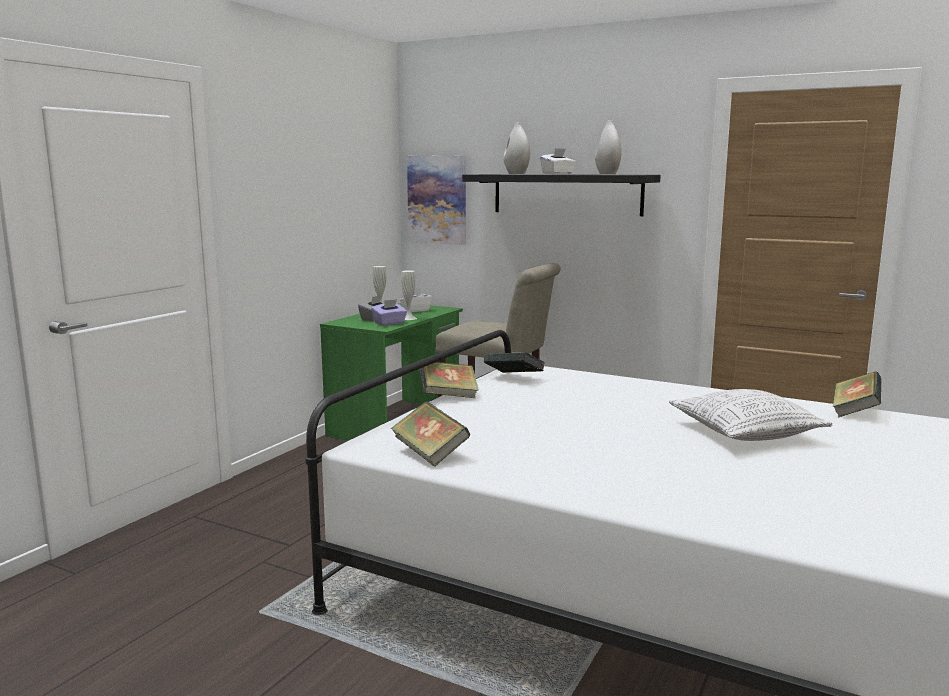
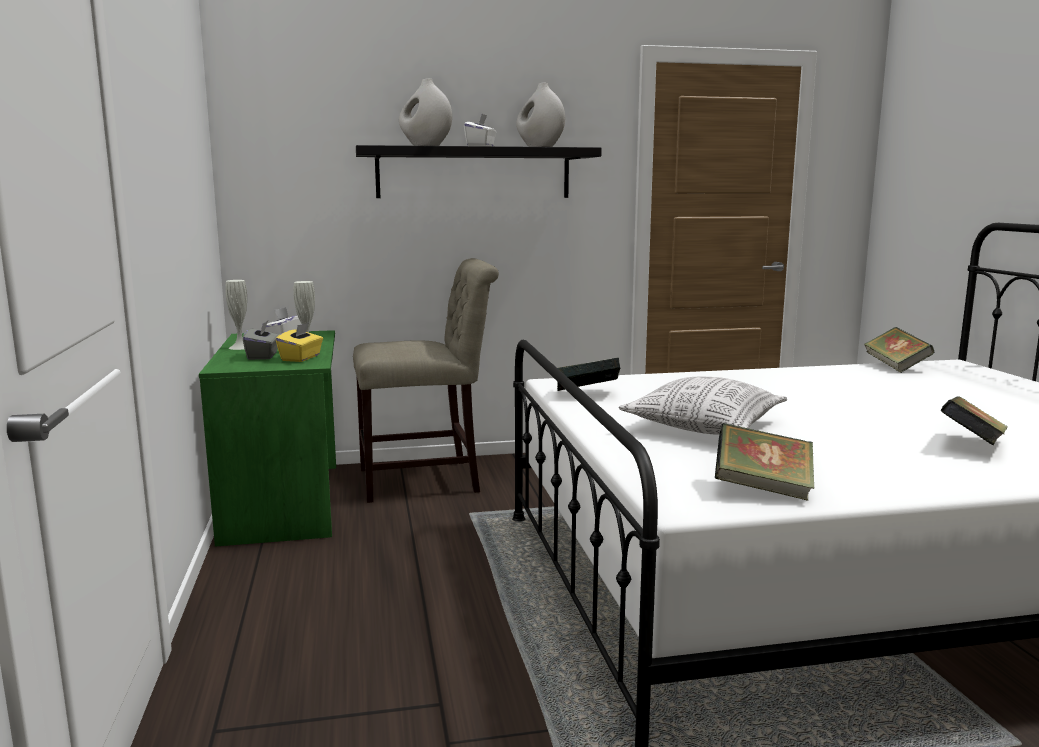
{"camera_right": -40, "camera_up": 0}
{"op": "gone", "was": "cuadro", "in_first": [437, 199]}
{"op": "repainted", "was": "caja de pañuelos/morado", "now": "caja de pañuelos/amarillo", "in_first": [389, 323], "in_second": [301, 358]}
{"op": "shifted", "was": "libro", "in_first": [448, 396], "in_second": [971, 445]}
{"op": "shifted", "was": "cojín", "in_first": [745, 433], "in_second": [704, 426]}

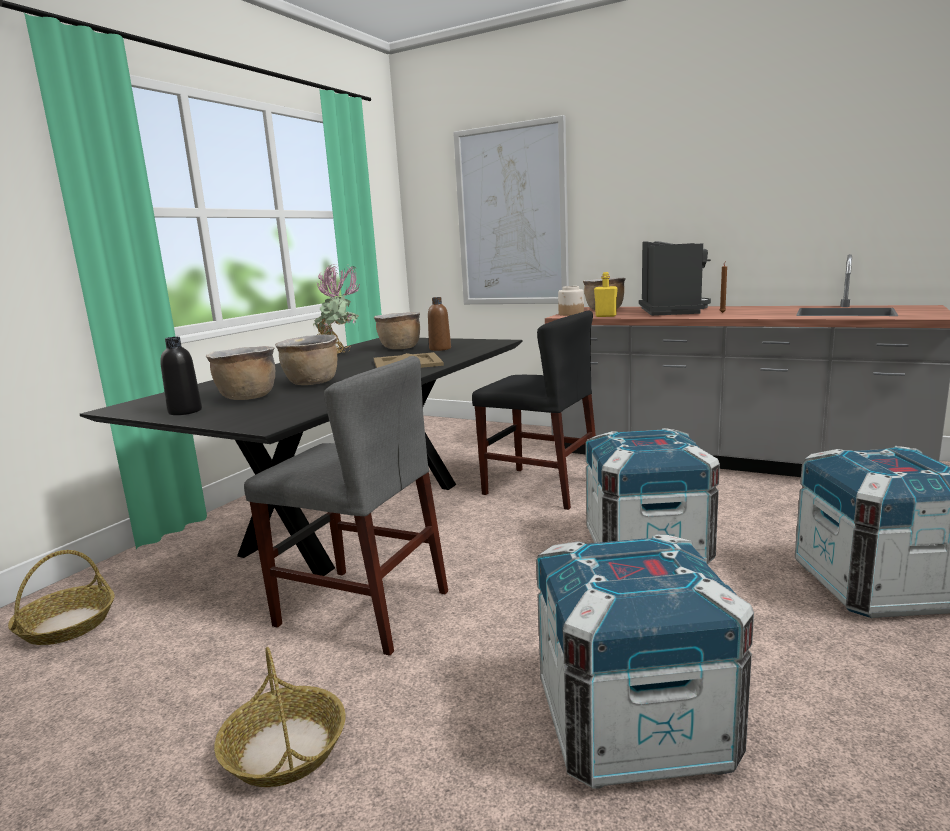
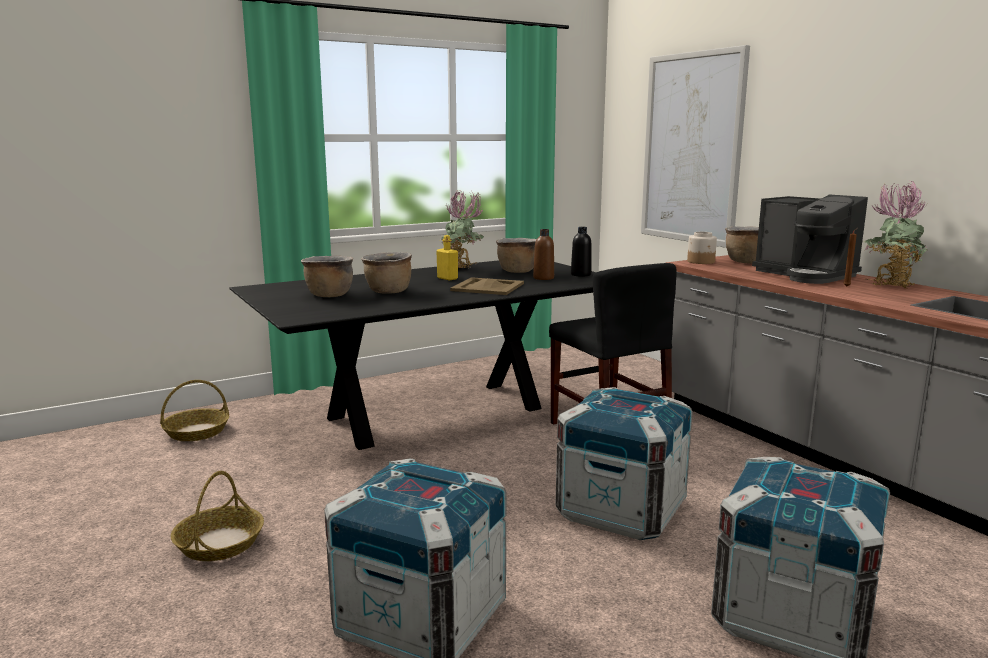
{"camera_right": 30, "camera_up": 0}
{"op": "rotated", "was": "cafetera", "in_first": [672, 311], "in_second": [805, 275], "clockwise": 105}
{"op": "shifted", "was": "botella/amarillo", "in_first": [605, 316], "in_second": [447, 278]}
{"op": "shifted", "was": "botella/negro", "in_first": [185, 411], "in_second": [581, 274]}
{"op": "gone", "was": "silla/gris", "in_first": [362, 608]}
{"op": "new", "now": "planta en maceta", "in_second": [889, 285]}

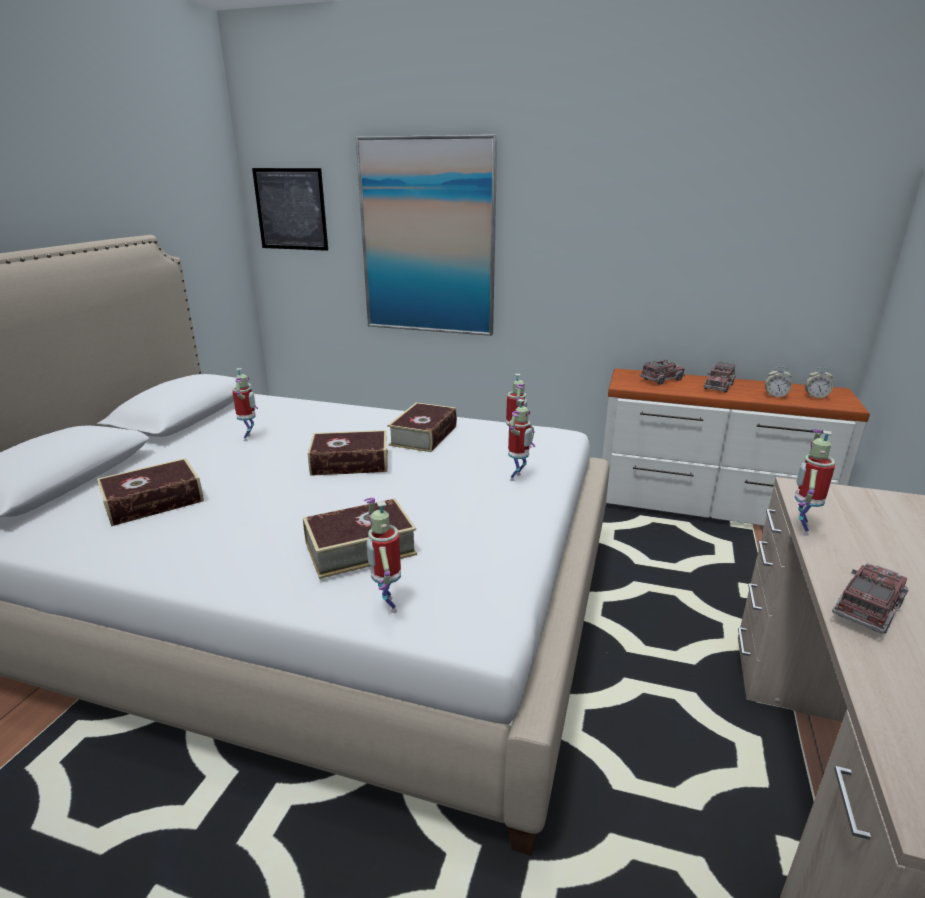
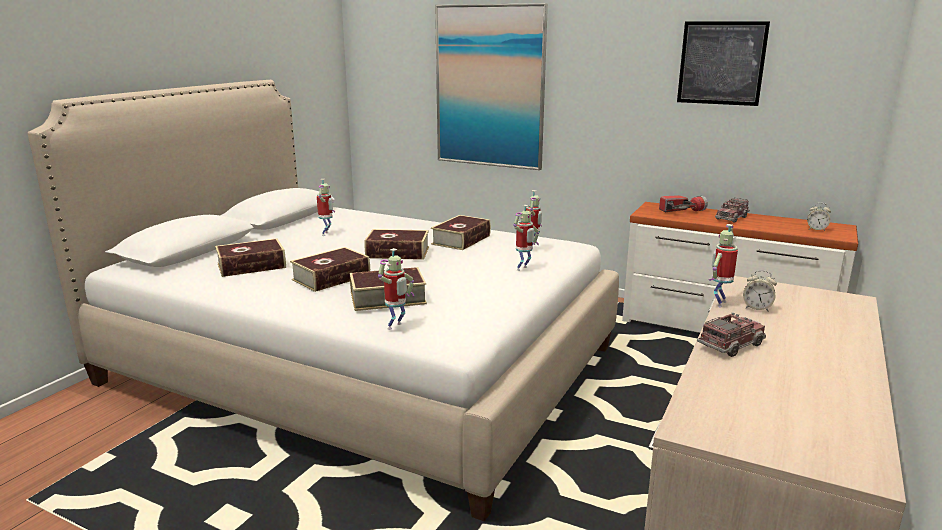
{"camera_right": 10, "camera_up": -5}
{"op": "shifted", "was": "cuadro", "in_first": [291, 209], "in_second": [721, 63]}
{"op": "swapped", "was": "camión de juguete", "now": "linterna", "in_first": [661, 379], "in_second": [682, 211]}
{"op": "shifted", "was": "despertador", "in_first": [775, 396], "in_second": [757, 308]}
{"op": "rotated", "was": "robot de juguete", "in_first": [387, 605], "in_second": [396, 327], "clockwise": -135}
{"op": "new", "now": "libro", "in_second": [331, 278]}

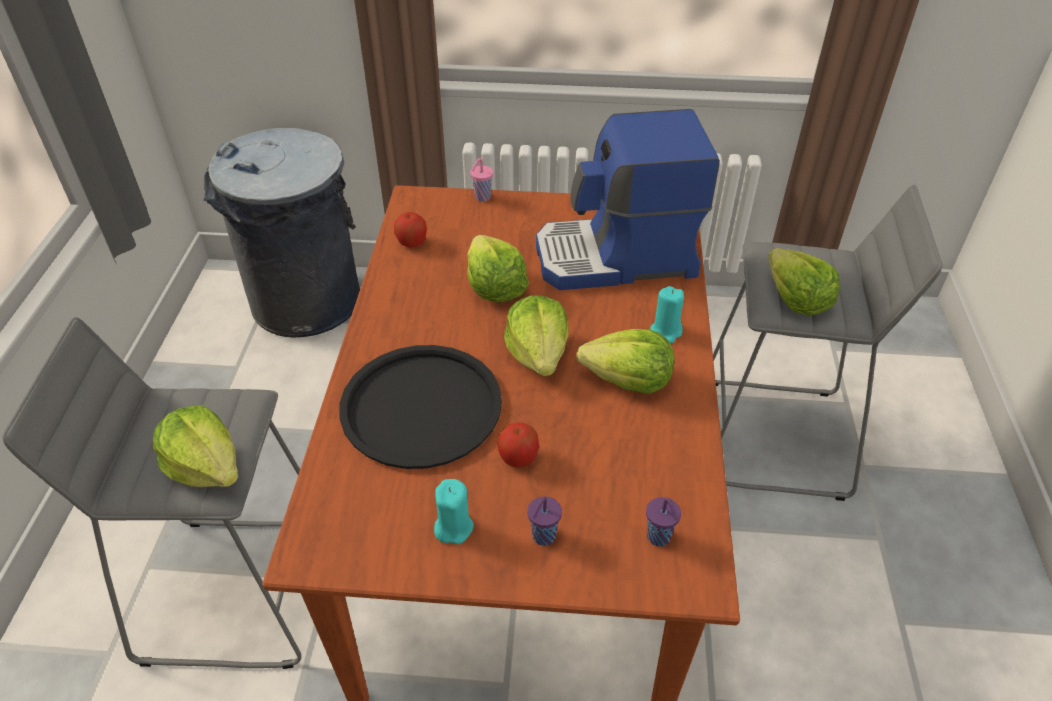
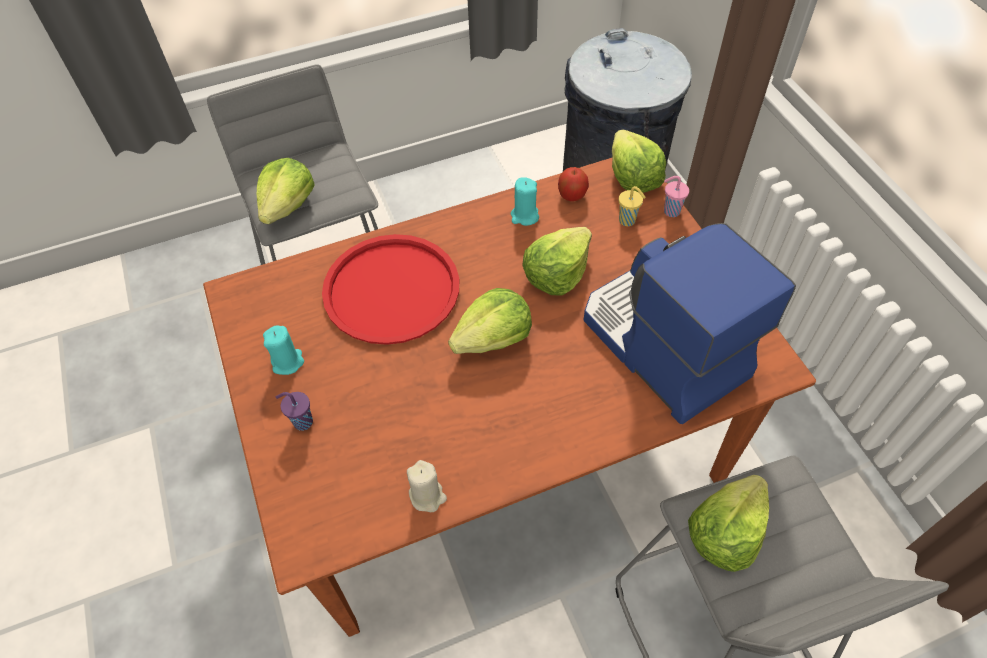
{"camera_right": 65, "camera_up": 10}
{"op": "shifted", "was": "vela/turquesa", "in_first": [666, 331], "in_second": [524, 216]}
{"op": "shifted", "was": "lechuga", "in_first": [628, 380], "in_second": [633, 177]}
{"op": "repainted", "was": "bandeja/negro", "now": "bandeja/rojo", "in_first": [421, 406], "in_second": [392, 290]}
{"op": "gone", "was": "manzana", "in_first": [518, 458]}
{"op": "gone", "was": "taza/morado", "in_first": [659, 538]}
{"op": "new", "now": "taza/amarillo", "in_second": [628, 221]}
{"op": "new", "now": "vela/beis", "in_second": [427, 496]}

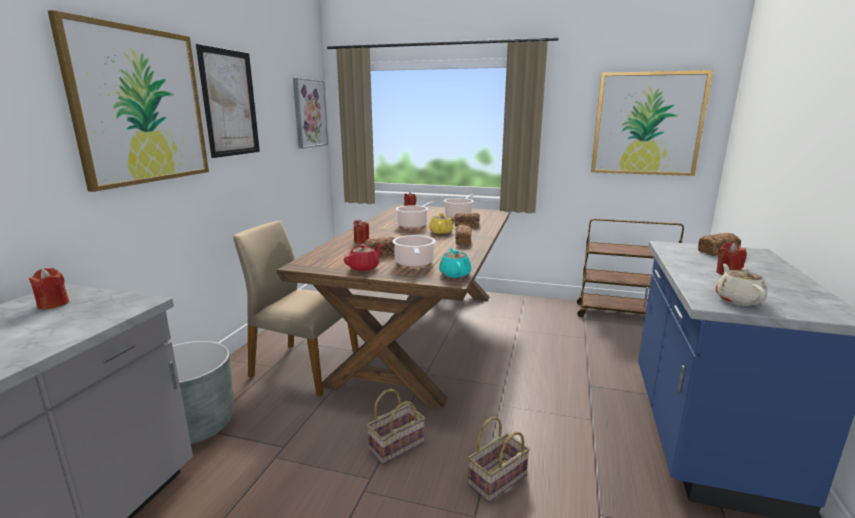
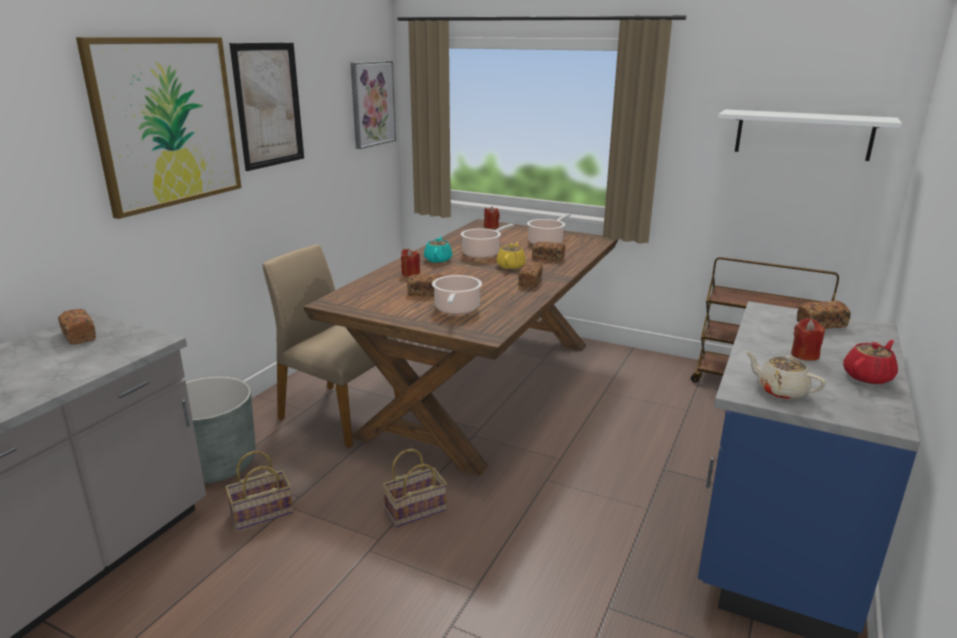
{"camera_right": 10, "camera_up": 5}
{"op": "swapped", "was": "cuadro", "now": "estante/blanco", "in_first": [647, 124], "in_second": [803, 134]}
{"op": "shifted", "was": "tetera/rojo", "in_first": [364, 268], "in_second": [868, 376]}
{"op": "shifted", "was": "tetera/turquesa", "in_first": [455, 274], "in_second": [438, 259]}
{"op": "rotated", "was": "tetera/beis", "in_first": [738, 300], "in_second": [780, 391], "clockwise": -60}
{"op": "swapped", "was": "vela/rojo", "now": "pan", "in_first": [53, 304], "in_second": [79, 336]}
{"op": "shifted", "was": "cesta", "in_first": [497, 481], "in_second": [260, 514]}

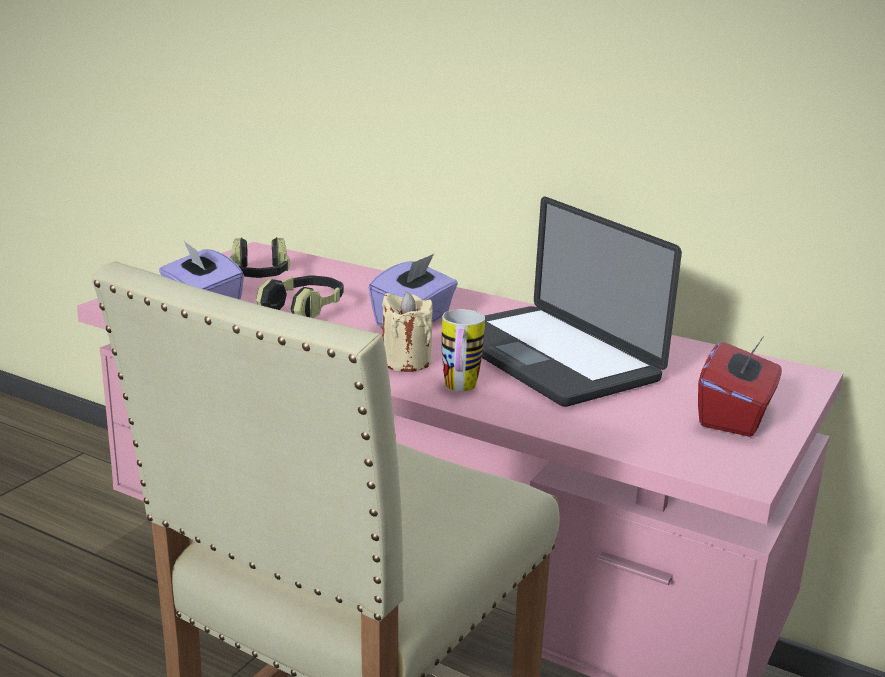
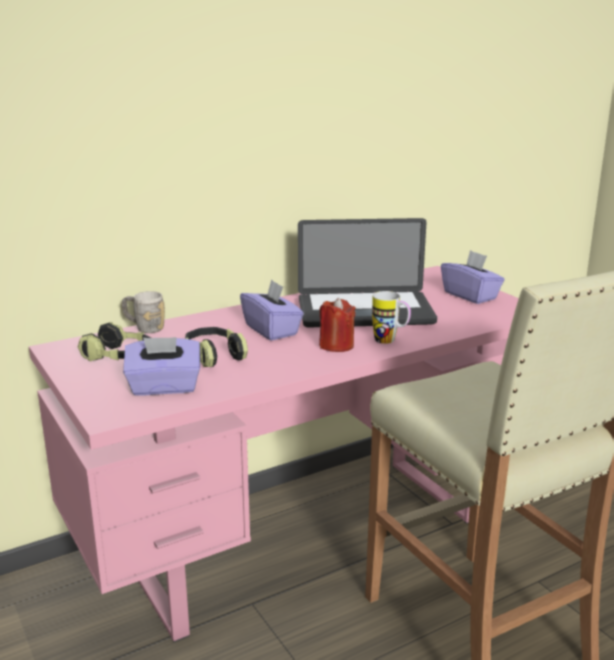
{"camera_right": -60, "camera_up": 0}
{"op": "repainted", "was": "vela/beis", "now": "vela/rojo", "in_first": [406, 361], "in_second": [336, 345]}
{"op": "repainted", "was": "caja de pañuelos/rojo", "now": "caja de pañuelos/morado", "in_first": [735, 416], "in_second": [470, 296]}
{"op": "new", "now": "taza grande/gris", "in_second": [144, 328]}

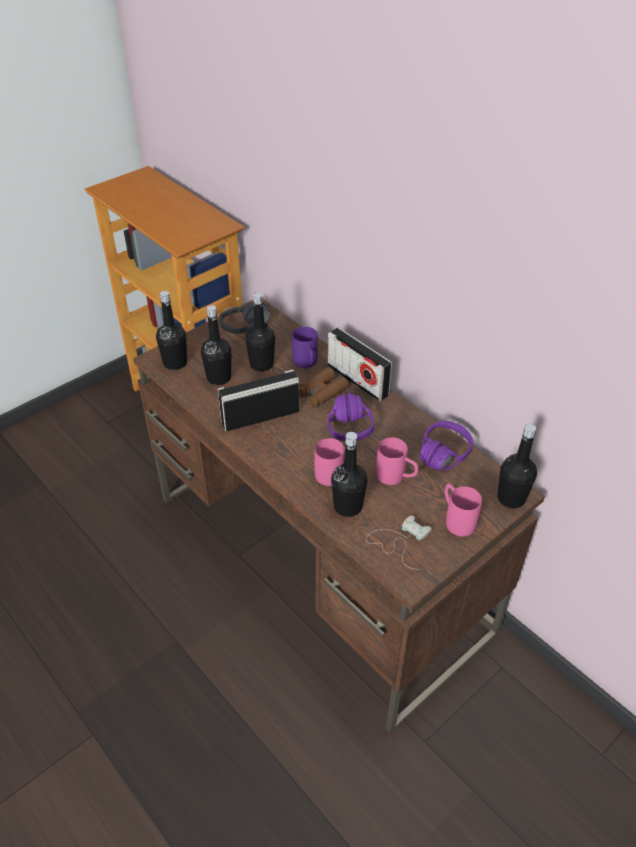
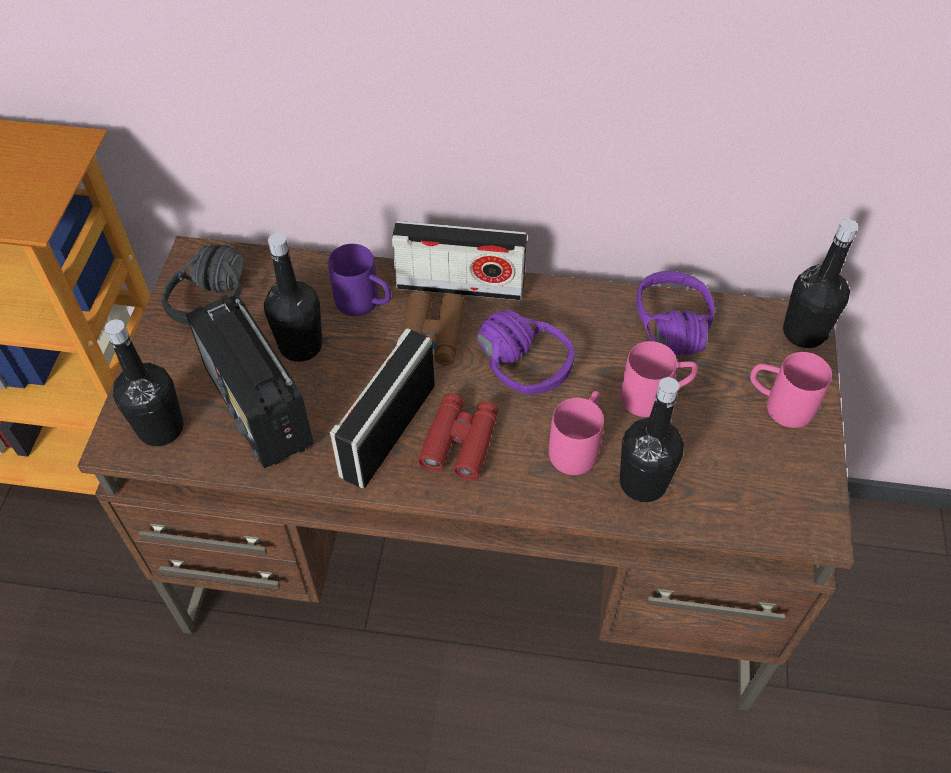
{"camera_right": -40, "camera_up": 10}
{"op": "swapped", "was": "botella/negro", "now": "radio", "in_first": [219, 378], "in_second": [259, 408]}
{"op": "gone", "was": "mando de consola/blanco", "in_first": [398, 541]}
{"op": "new", "now": "prismáticos/rojo", "in_second": [460, 442]}

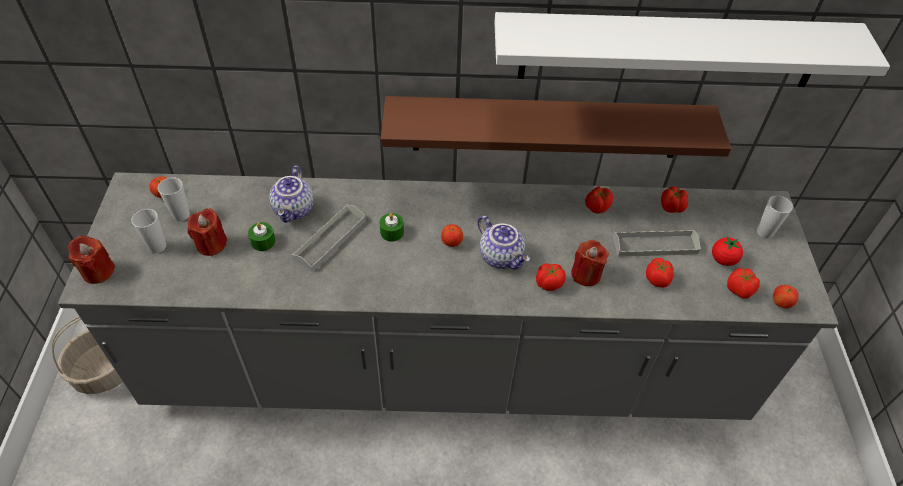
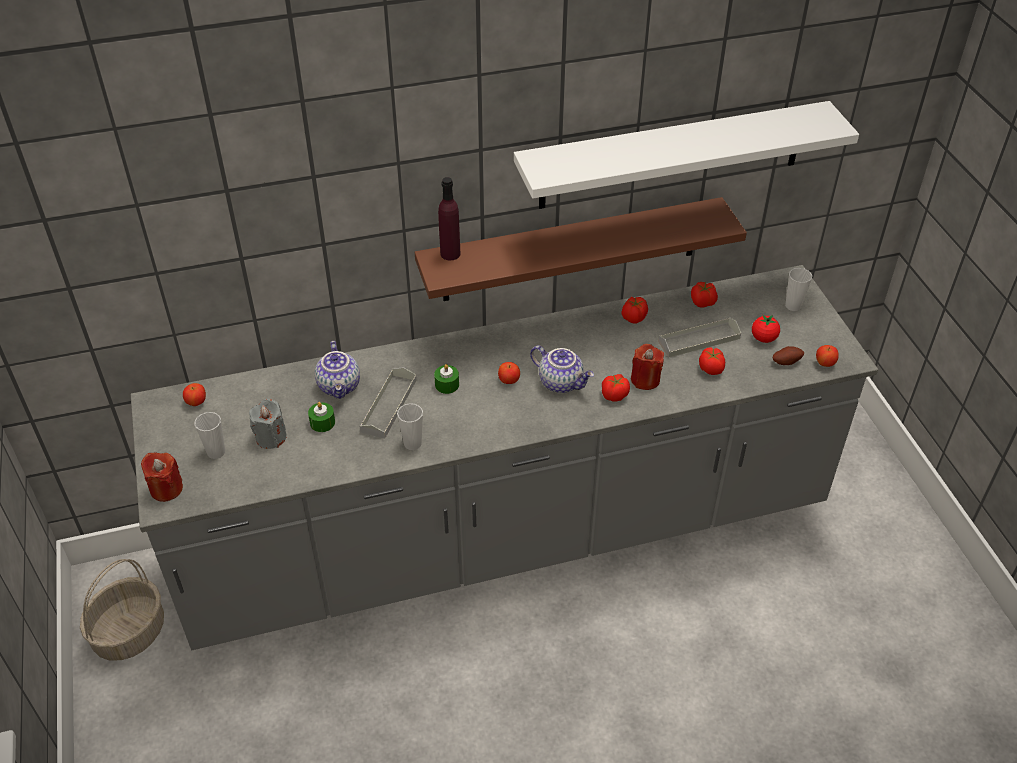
{"camera_right": -15, "camera_up": -5}
{"op": "shifted", "was": "taza", "in_first": [181, 215], "in_second": [412, 443]}
{"op": "repainted", "was": "vela/rojo", "now": "vela/gris", "in_first": [211, 244], "in_second": [271, 437]}
{"op": "swapped", "was": "tomate", "now": "patata", "in_first": [739, 290], "in_second": [786, 361]}
{"op": "new", "now": "botella/morado", "in_second": [450, 254]}

